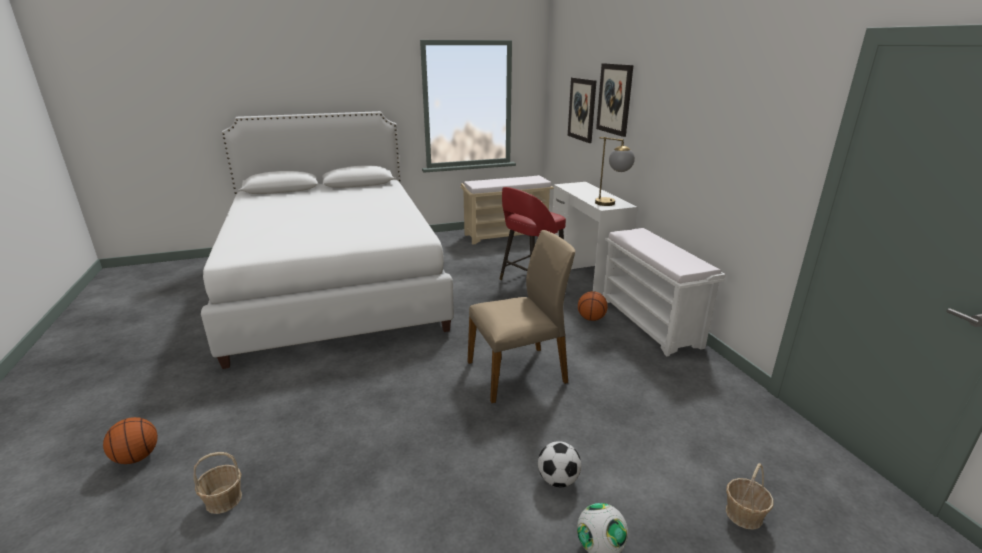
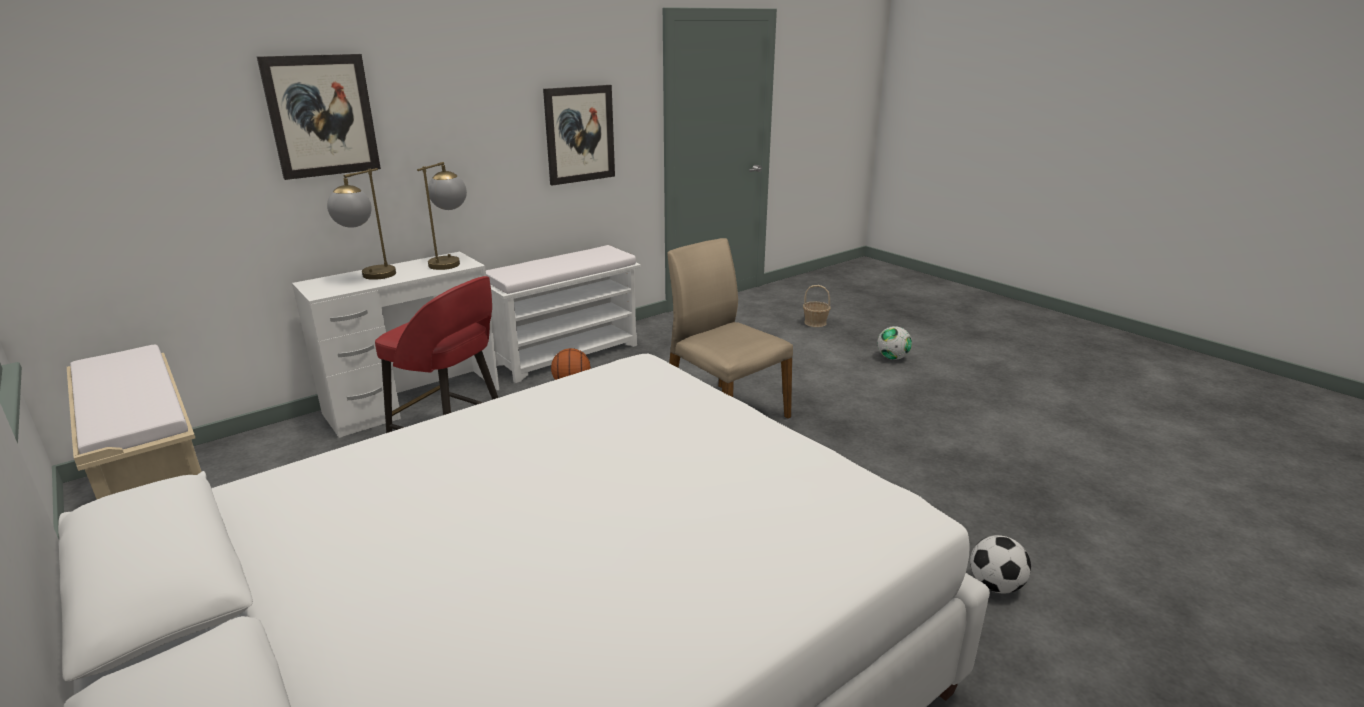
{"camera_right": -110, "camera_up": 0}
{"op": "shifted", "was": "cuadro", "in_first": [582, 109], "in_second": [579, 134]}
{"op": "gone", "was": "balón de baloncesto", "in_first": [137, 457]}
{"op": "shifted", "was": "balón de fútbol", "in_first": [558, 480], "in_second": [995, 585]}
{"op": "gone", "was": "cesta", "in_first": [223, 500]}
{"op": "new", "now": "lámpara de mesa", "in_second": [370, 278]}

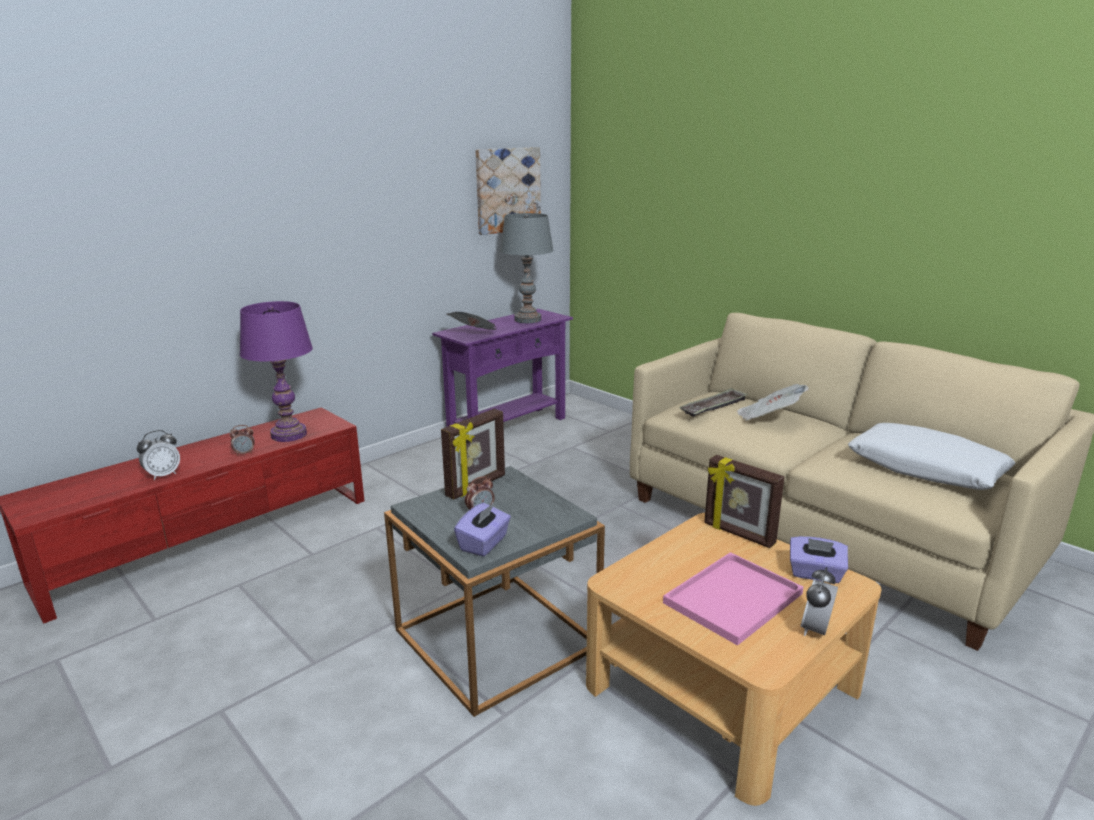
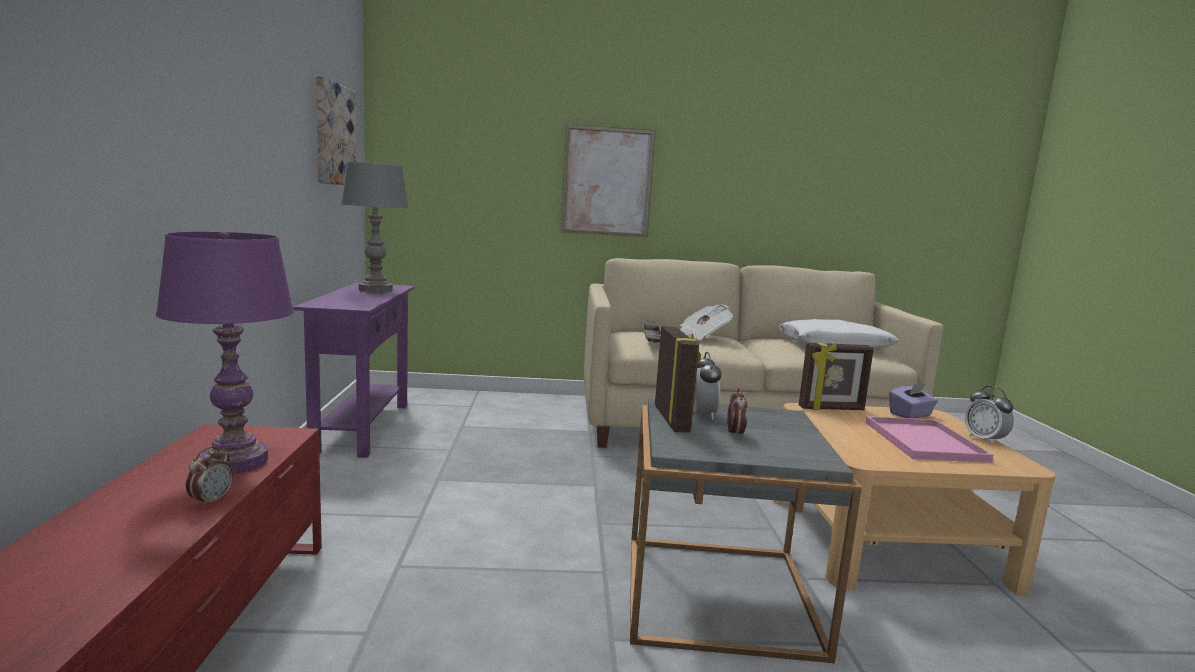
{"camera_right": -50, "camera_up": -10}
{"op": "gone", "was": "periódico", "in_first": [475, 335]}
{"op": "shifted", "was": "despertador", "in_first": [163, 475], "in_second": [702, 415]}
{"op": "gone", "was": "caja de pañuelos/morado", "in_first": [484, 543]}
{"op": "new", "now": "cuadro", "in_second": [607, 181]}

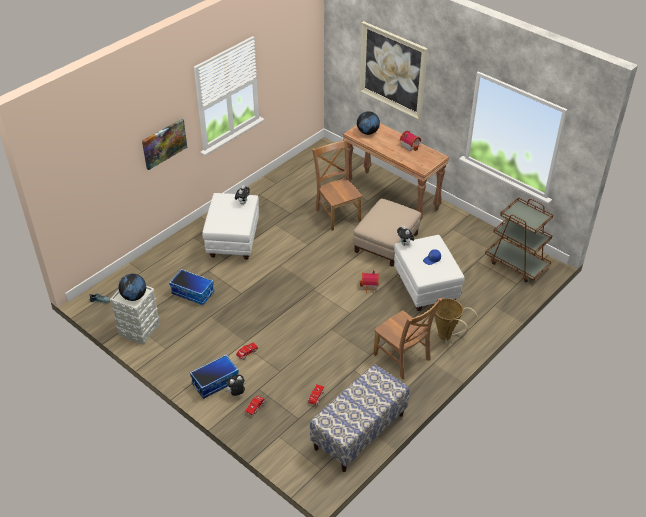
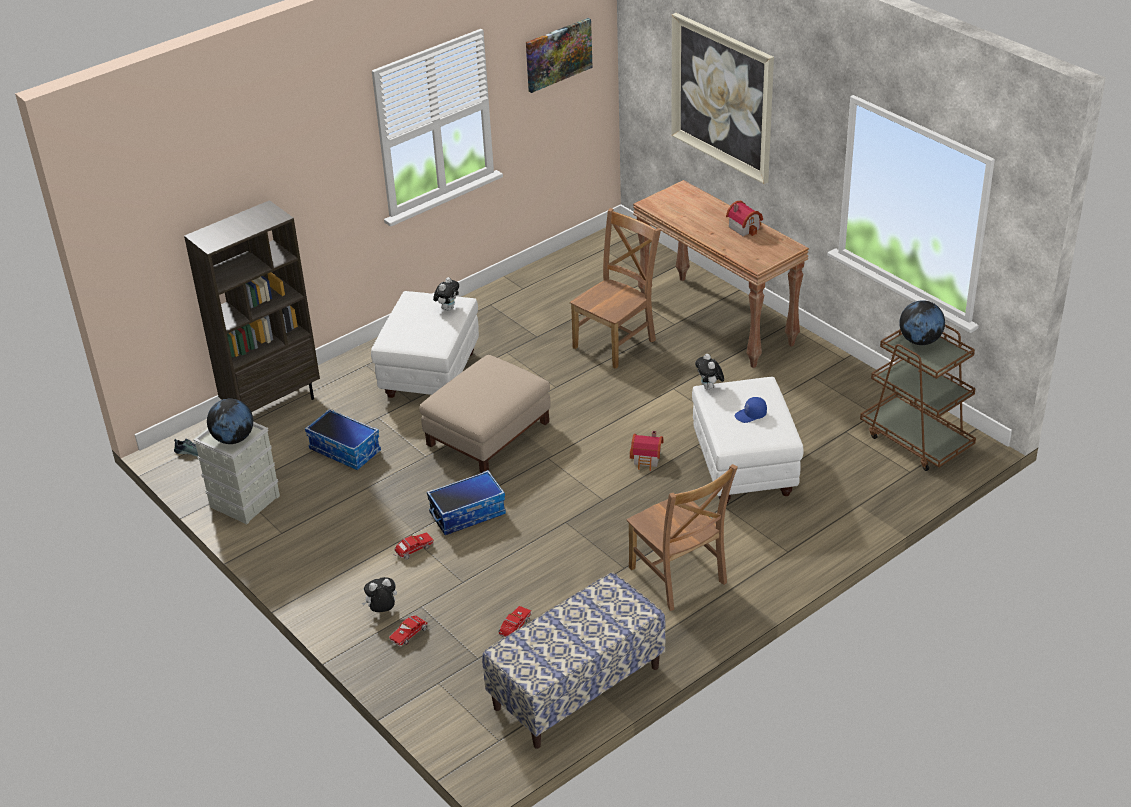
{"camera_right": 10, "camera_up": -5}
{"op": "shifted", "was": "globo terráqueo", "in_first": [367, 132], "in_second": [919, 341]}
{"op": "shifted", "was": "cuadro", "in_first": [164, 143], "in_second": [558, 54]}
{"op": "rotated", "was": "silla/marrón", "in_first": [337, 214], "in_second": [616, 342], "clockwise": 60}
{"op": "shifted", "was": "puf/beis", "in_first": [386, 243], "in_second": [488, 434]}
{"op": "gone", "was": "cesta", "in_first": [447, 337]}
{"op": "shifted", "was": "caja de almacenaje", "in_first": [215, 382], "in_second": [467, 513]}
{"op": "new", "now": "estantería/marrón", "in_second": [273, 405]}

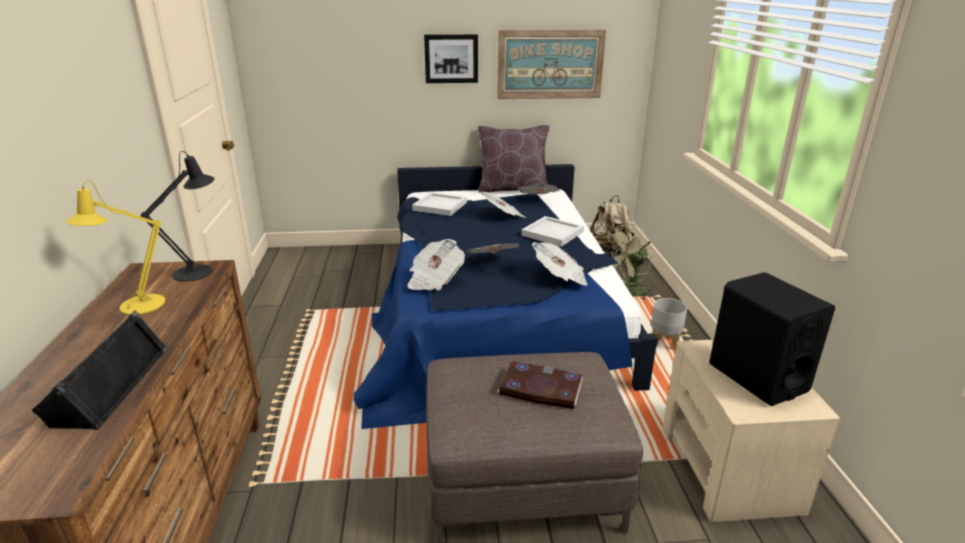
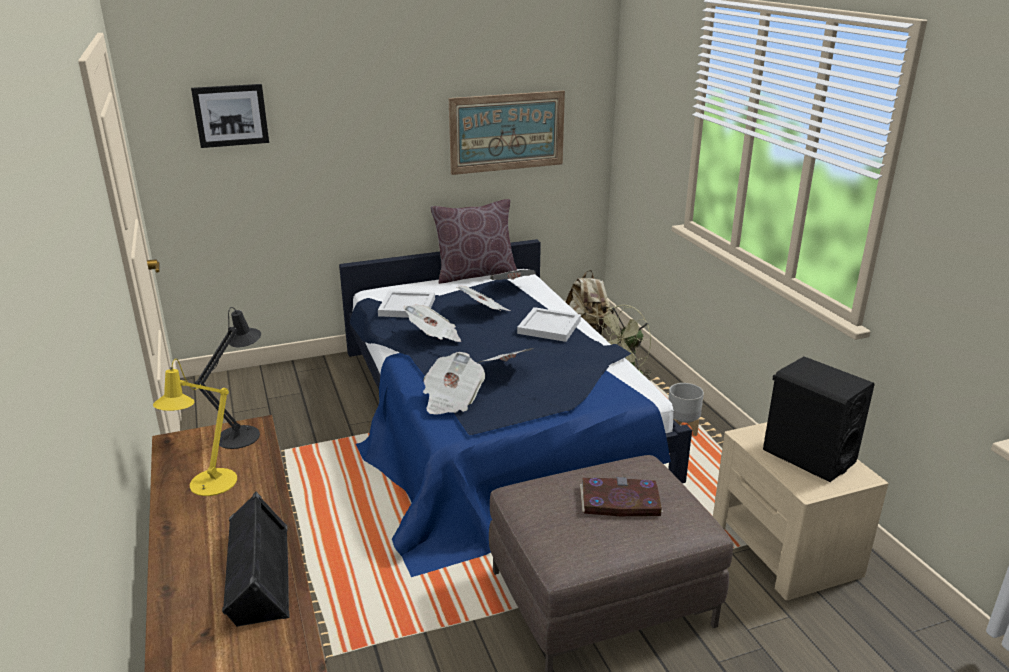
{"camera_right": -15, "camera_up": 0}
{"op": "shifted", "was": "cuadro", "in_first": [451, 58], "in_second": [231, 115]}
{"op": "shifted", "was": "periódico", "in_first": [560, 277], "in_second": [434, 337]}

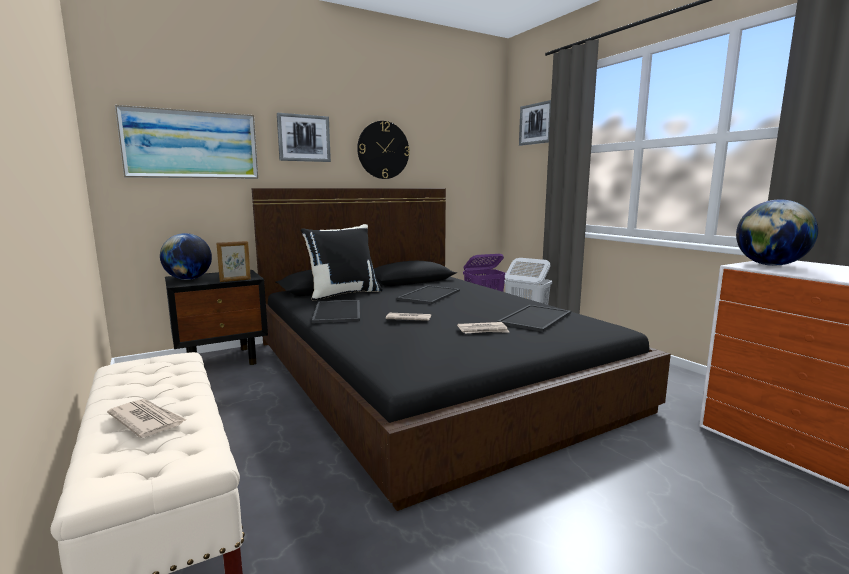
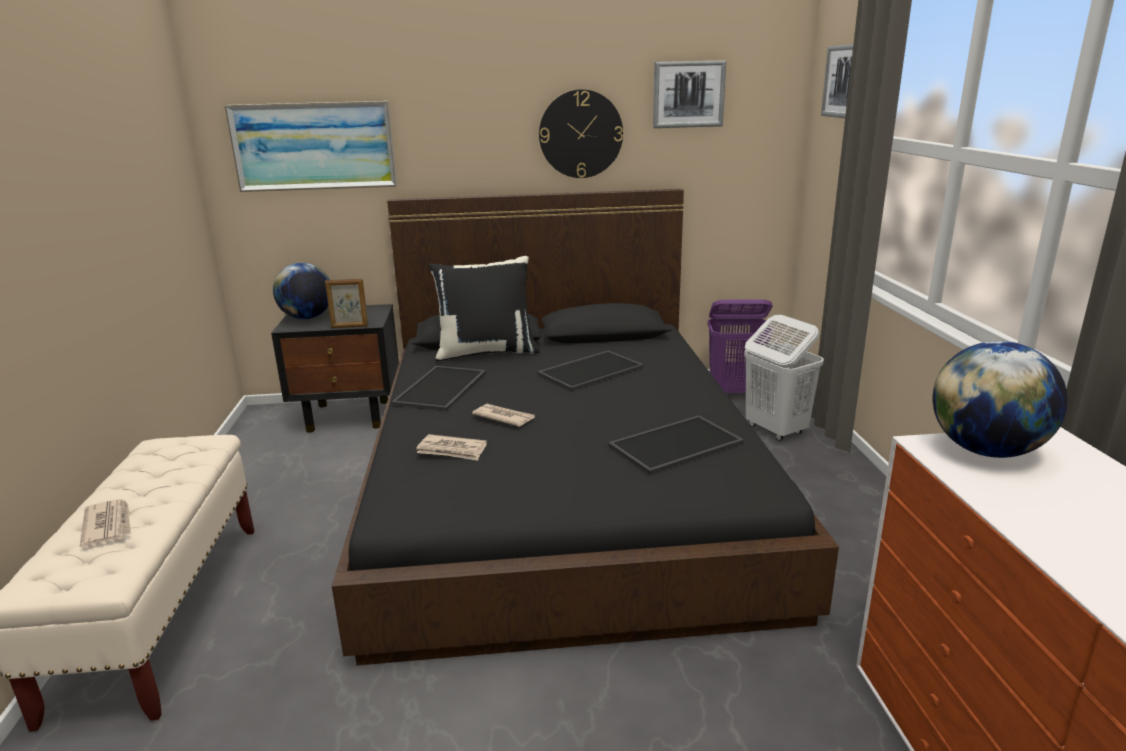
{"camera_right": 25, "camera_up": 10}
{"op": "shifted", "was": "cuadro", "in_first": [304, 138], "in_second": [688, 94]}
{"op": "shifted", "was": "periódico", "in_first": [483, 330], "in_second": [452, 450]}

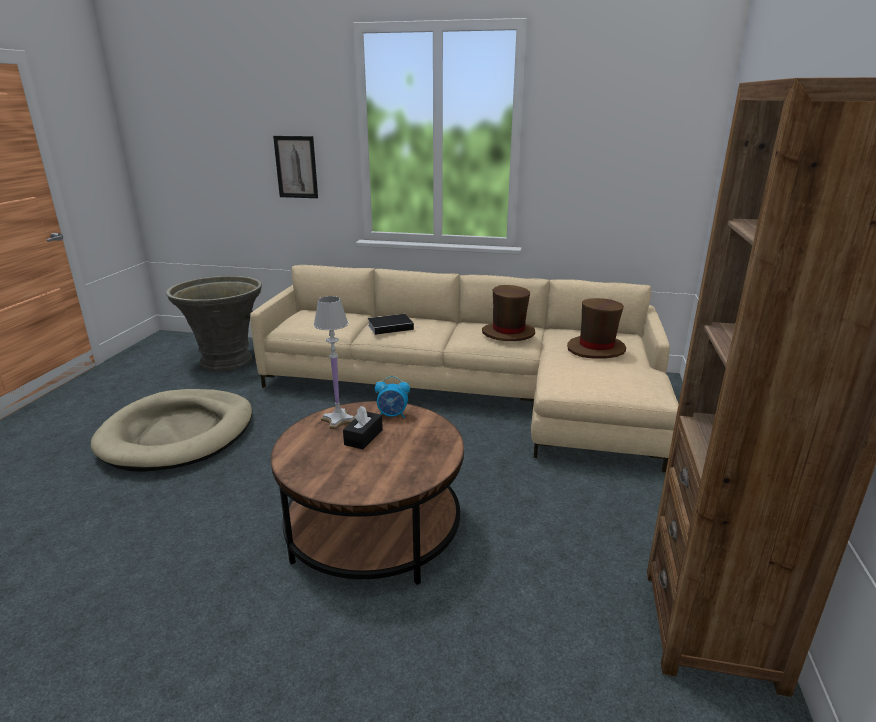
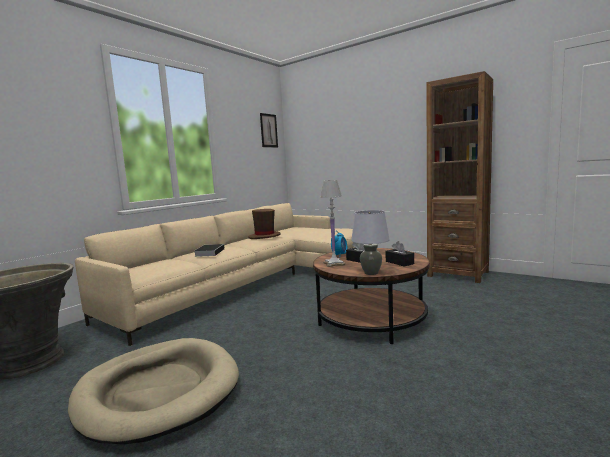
{"camera_right": -65, "camera_up": -15}
{"op": "shifted", "was": "cuadro", "in_first": [296, 167], "in_second": [268, 130]}
{"op": "gone", "was": "sombrero/marrón", "in_first": [596, 349]}
{"op": "new", "now": "lámpara de mesa/gris", "in_second": [371, 273]}
{"op": "new", "now": "caja de pañuelos/negro", "in_second": [399, 262]}

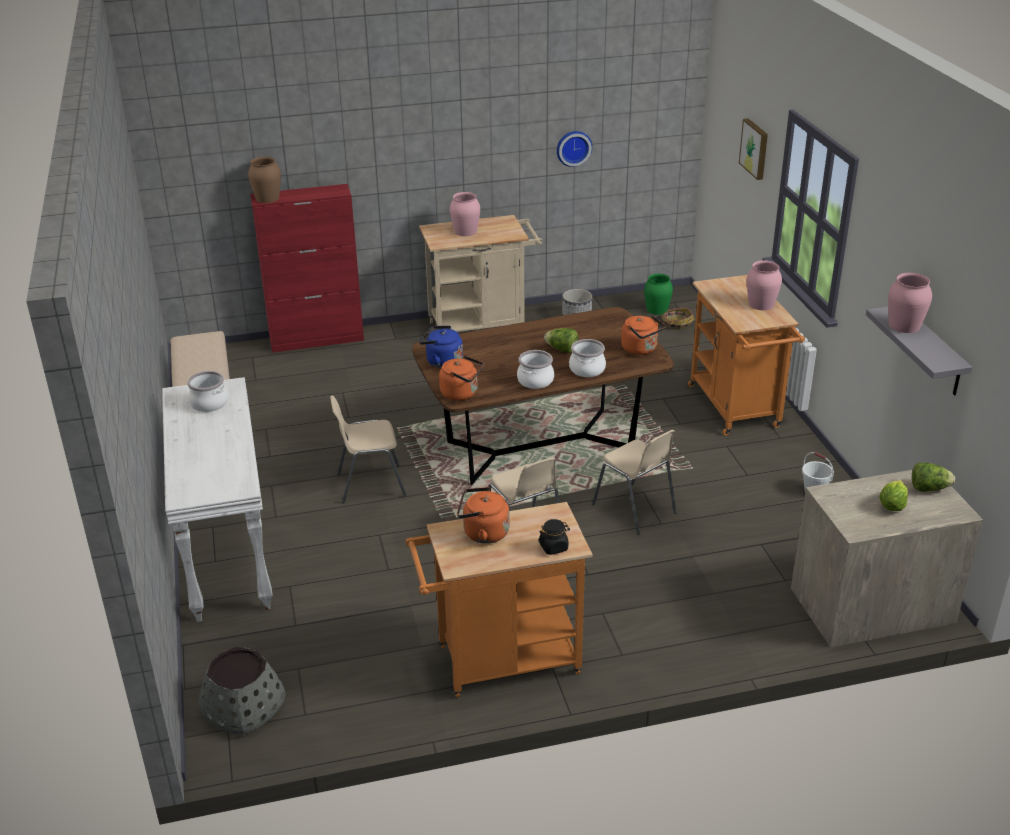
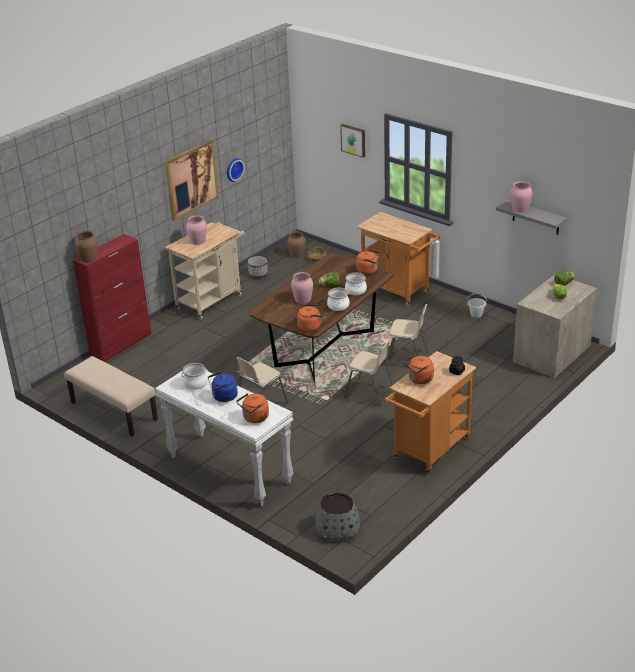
{"camera_right": -35, "camera_up": 0}
{"op": "shifted", "was": "florero/rosa", "in_first": [761, 304], "in_second": [303, 299]}
{"op": "repainted", "was": "florero/verde", "now": "florero/marrón", "in_first": [657, 309], "in_second": [297, 254]}
{"op": "shifted", "was": "hervidor/azul", "in_first": [442, 362], "in_second": [223, 397]}
{"op": "new", "now": "cuadro", "in_second": [191, 179]}
{"op": "new", "now": "hervidor/naranja", "in_second": [254, 418]}

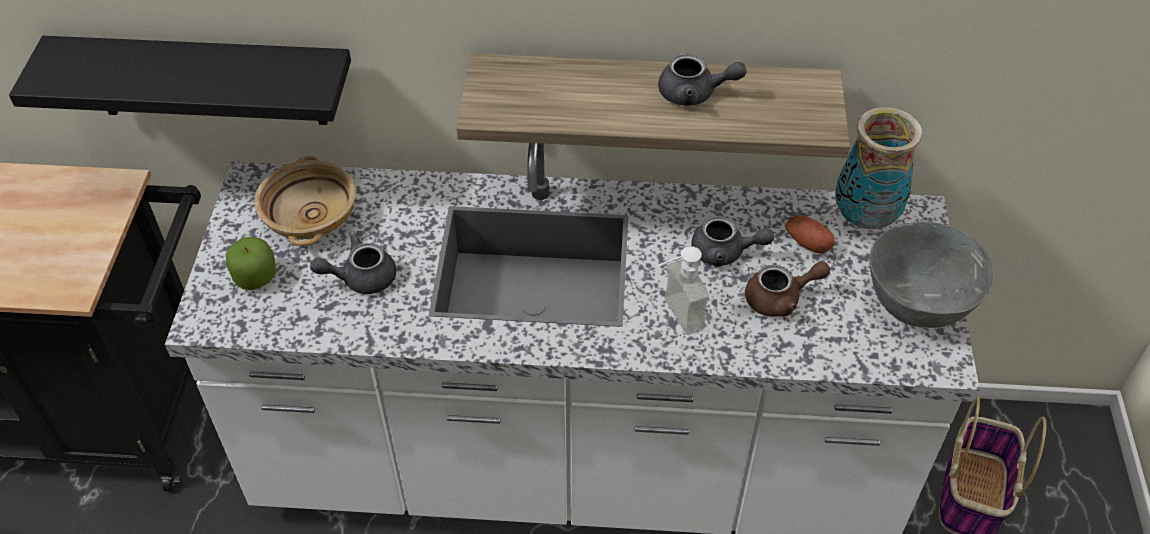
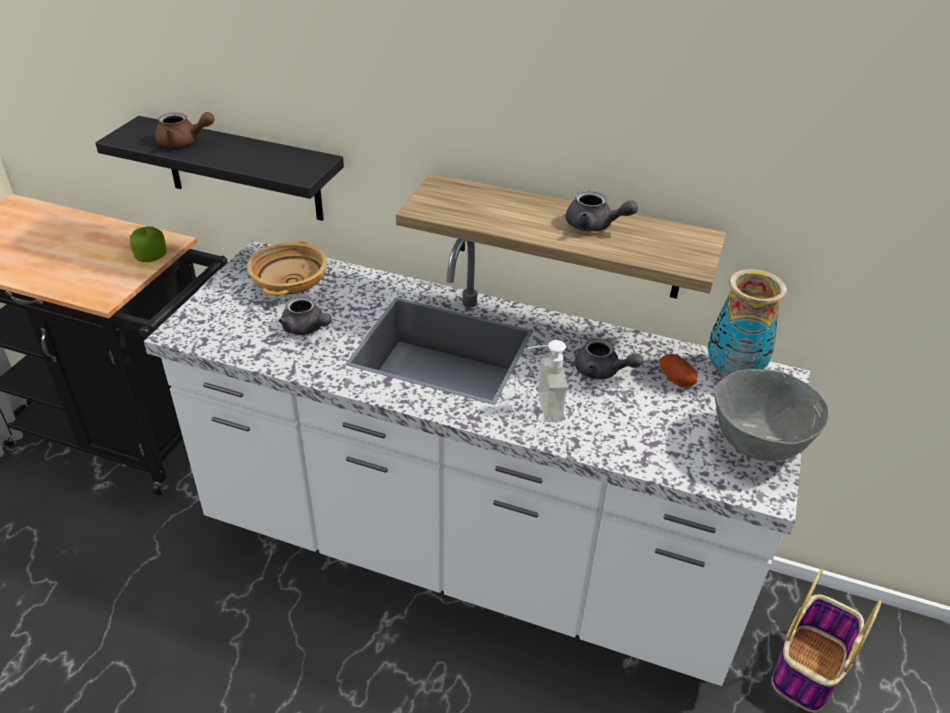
{"camera_right": 15, "camera_up": -10}
{"op": "rotated", "was": "tetera/gris", "in_first": [360, 277], "in_second": [306, 329], "clockwise": -135}
{"op": "shifted", "was": "manzana", "in_first": [255, 276], "in_second": [151, 257]}
{"op": "shifted", "was": "tetera/marrón", "in_first": [780, 299], "in_second": [184, 142]}

